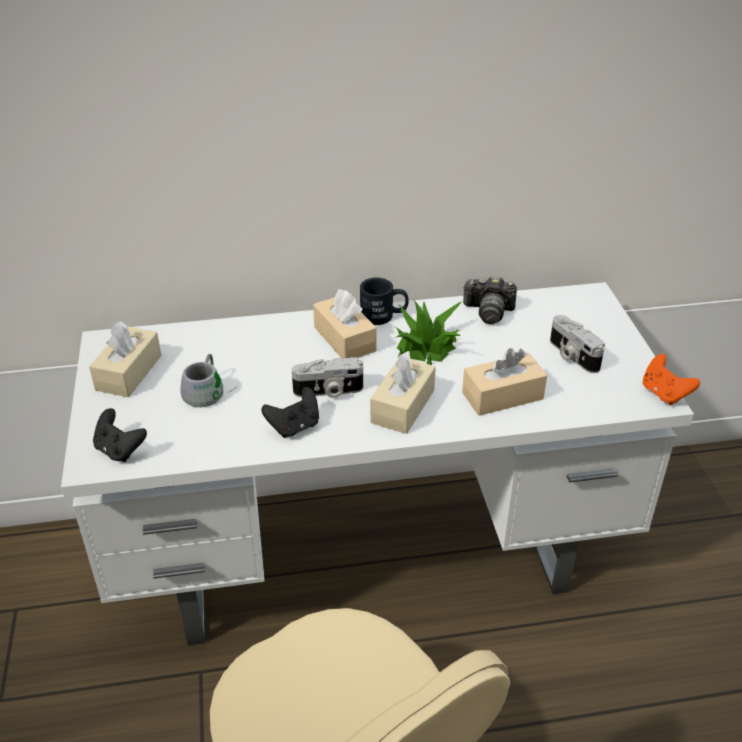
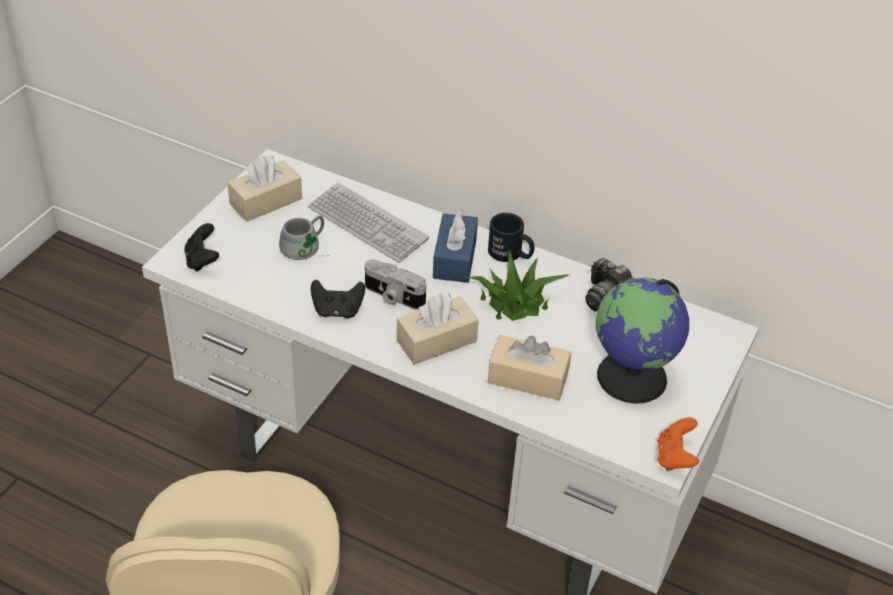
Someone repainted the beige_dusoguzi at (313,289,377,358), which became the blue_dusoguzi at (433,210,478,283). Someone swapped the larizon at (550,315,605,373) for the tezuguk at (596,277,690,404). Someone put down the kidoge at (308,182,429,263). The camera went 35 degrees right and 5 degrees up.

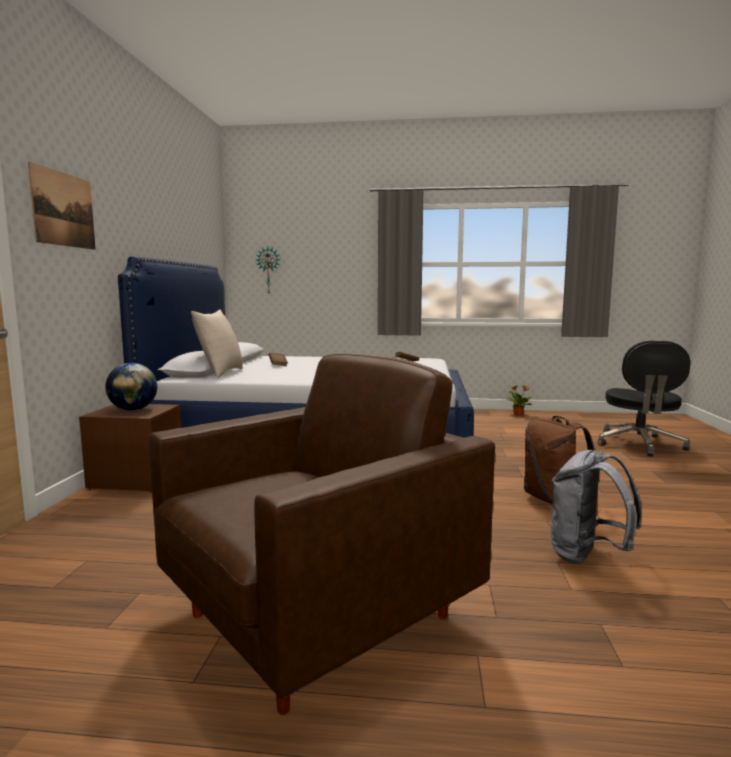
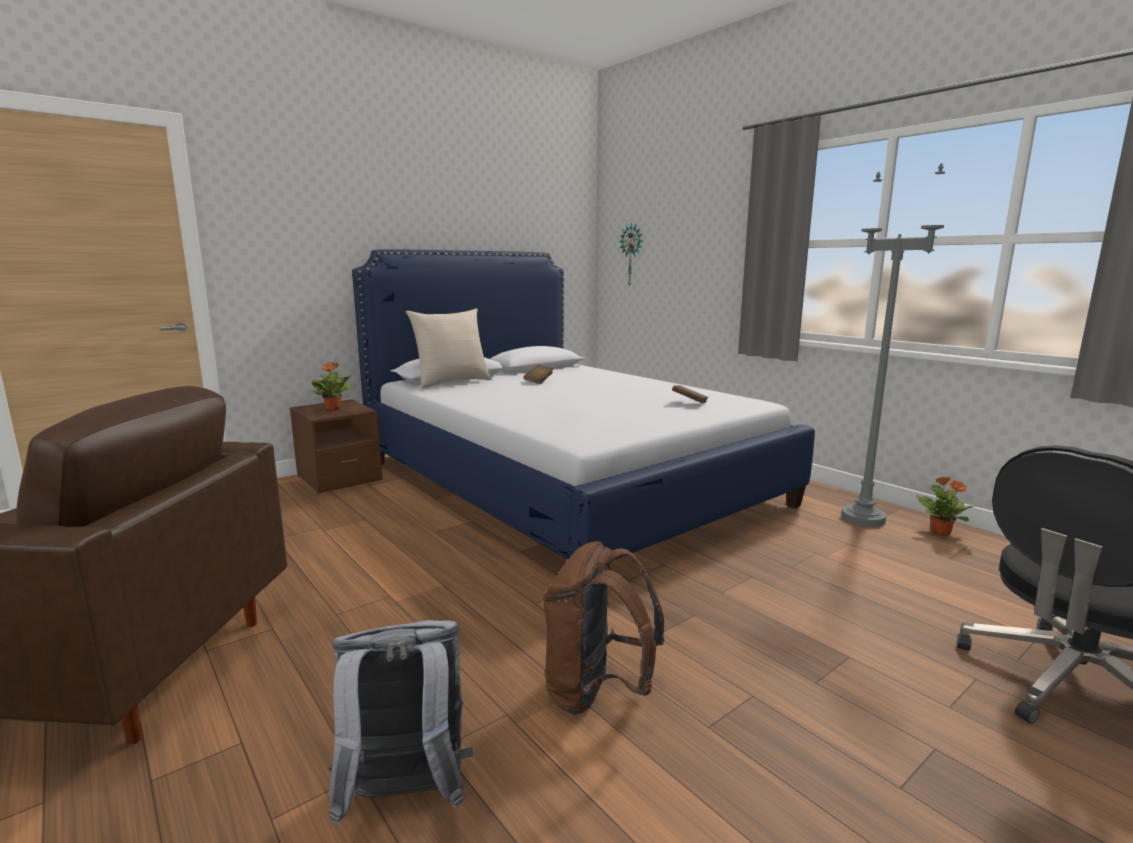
Someone took away the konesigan at (28,162,96,250). Someone swapped the tezuguk at (105,363,157,411) for the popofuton at (311,362,352,411). Someone put down the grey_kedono at (841,163,945,527). The camera went 45 degrees right and 5 degrees up.

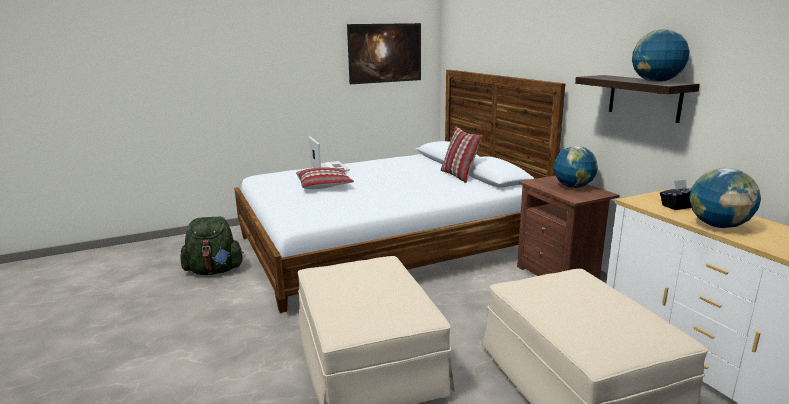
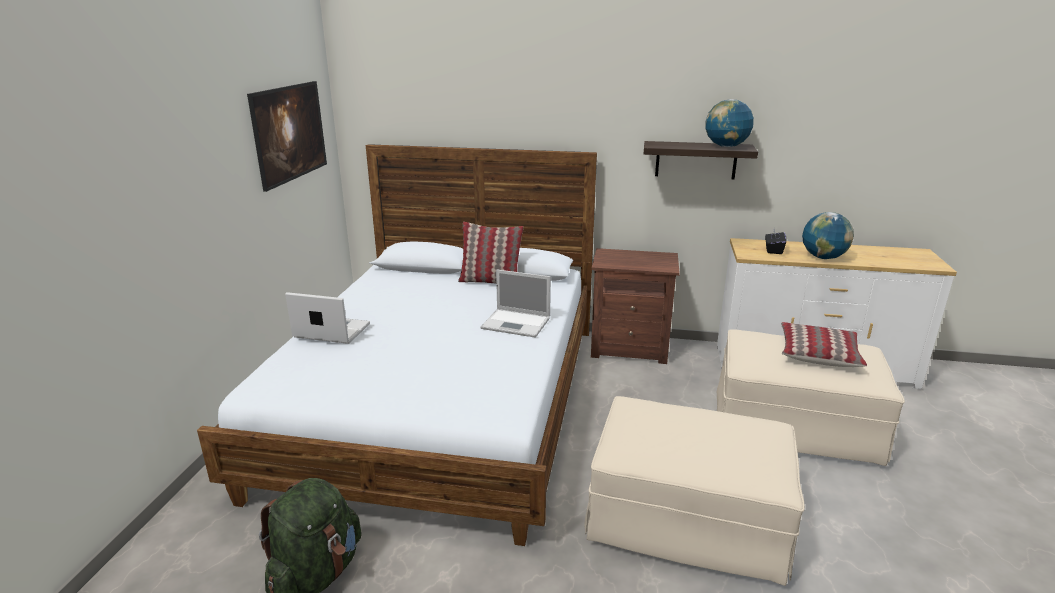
Someone took away the tezuguk at (554,146,598,188). Someone carried the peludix from (296,167,354,189) to (781,322,867,367). Someone put down the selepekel at (480,270,551,338). The camera went 55 degrees left and 5 degrees up.

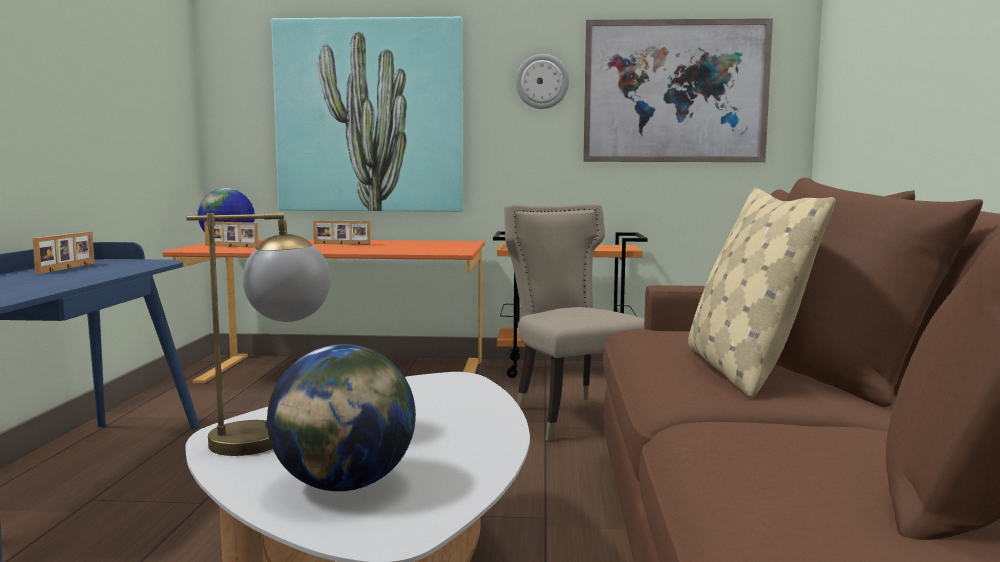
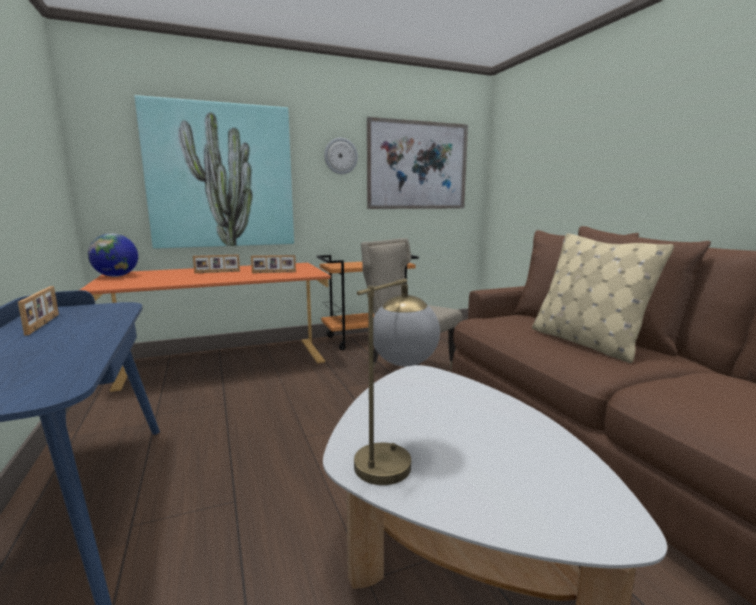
Someone carried the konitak from (204,221,259,248) to (251,255,296,273). Someone took away the tezuguk at (267,344,416,491). The camera went 25 degrees left and 5 degrees up.

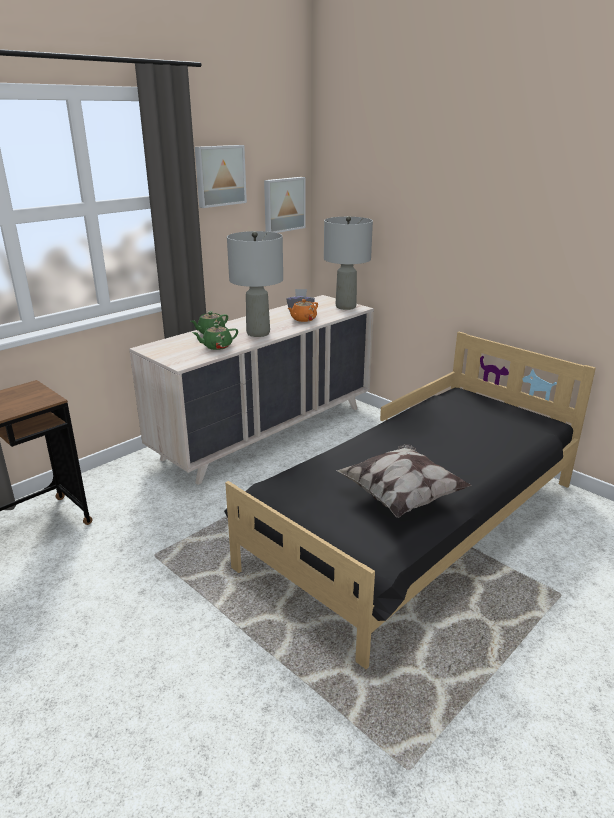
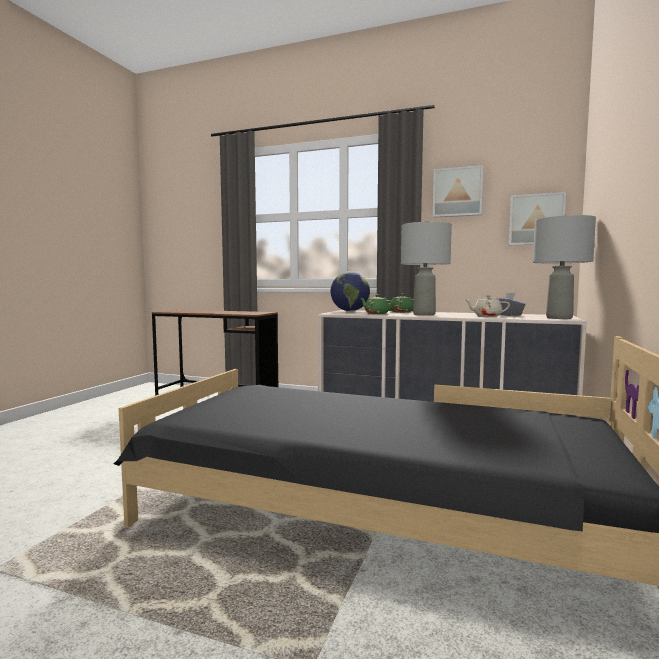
Someone repainted the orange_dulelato at (288,299,318,322), which became the beige_dulelato at (464,295,510,317). Someone took away the peludix at (336,444,471,518). Someone put down the tezuguk at (331,271,370,311). The camera went 65 degrees right and 20 degrees down.

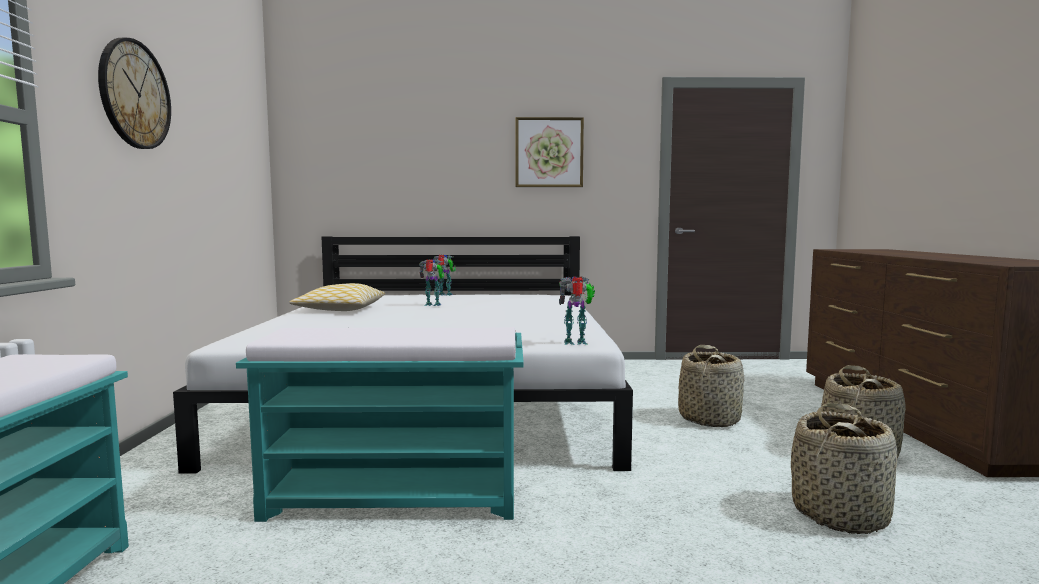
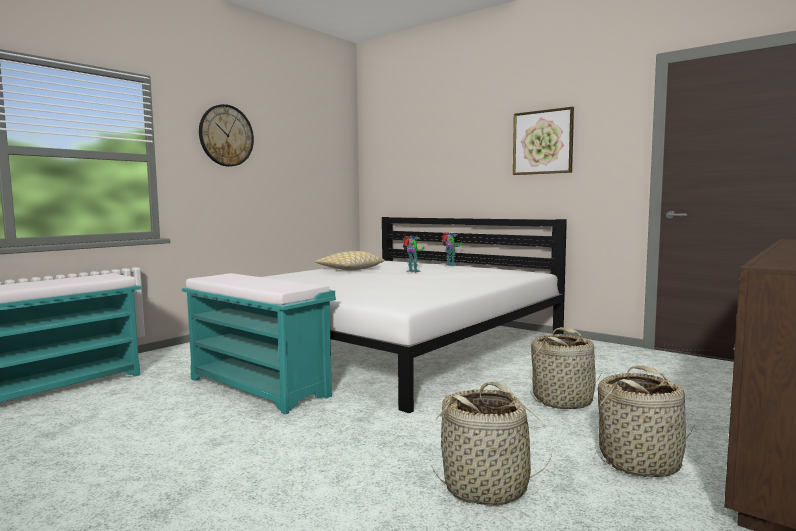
Someone took away the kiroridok at (559,276,595,345). The camera went 40 degrees right and 0 degrees up.

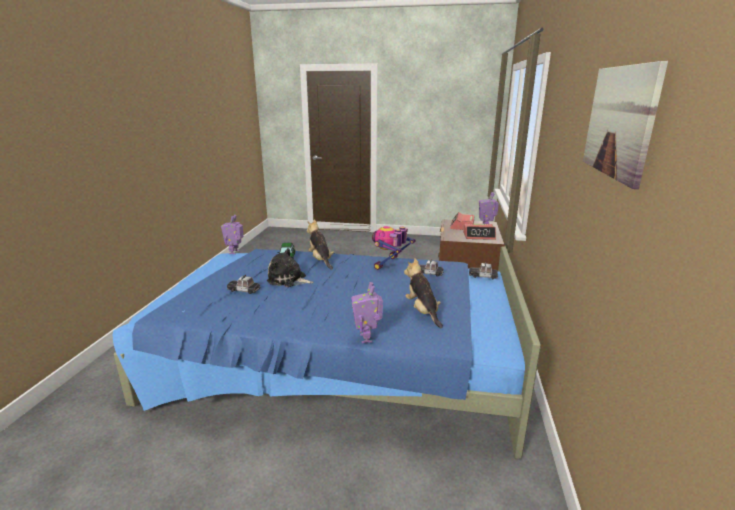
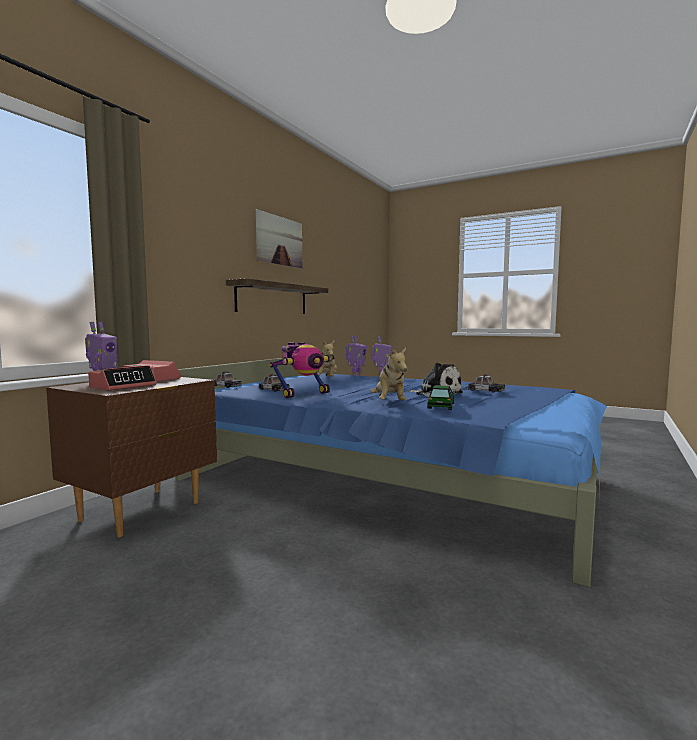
Someone carried the kiroridok from (221,215,244,254) to (346,336,367,376). Someone put up the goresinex at (226,278,328,314). The camera went 160 degrees left and 15 degrees down.

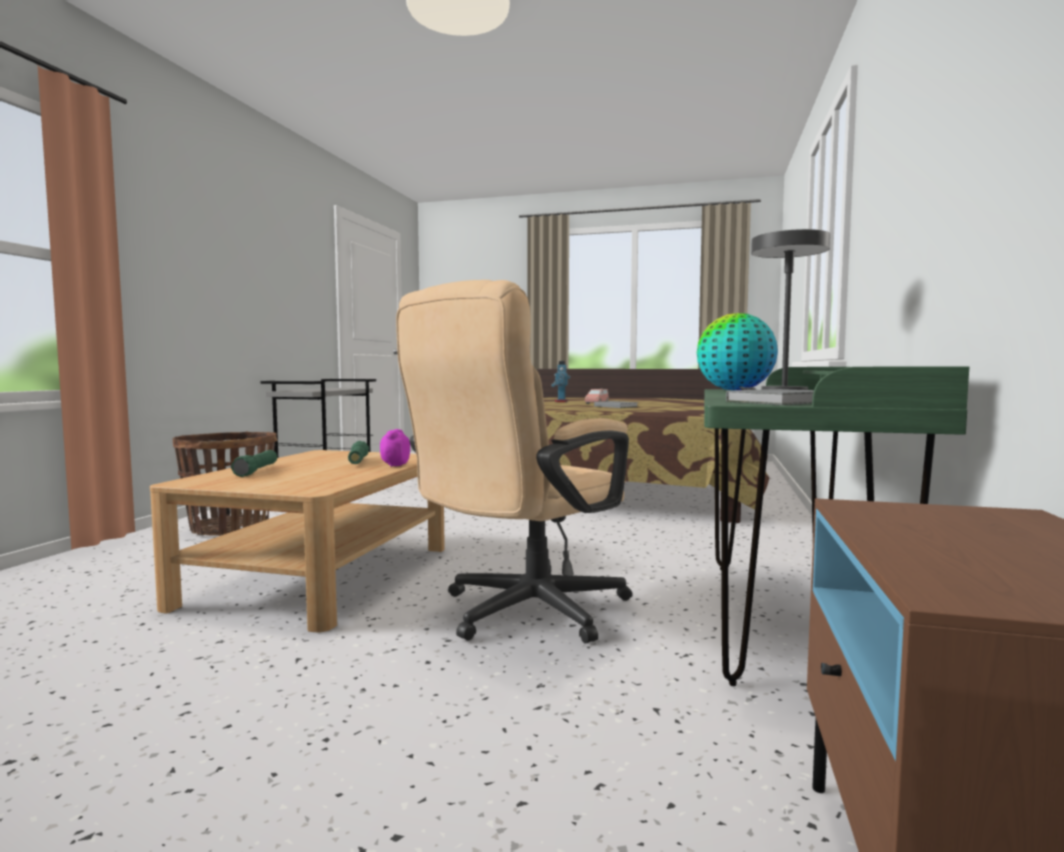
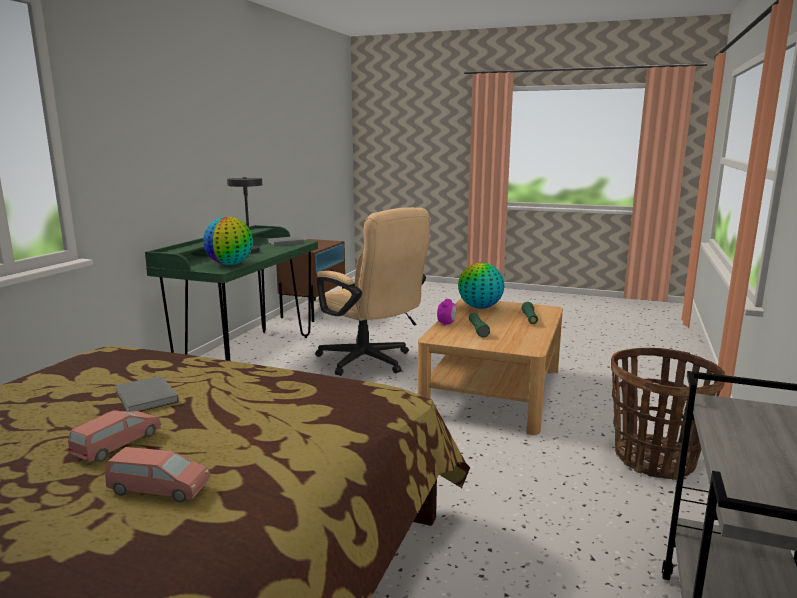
Someone rotated the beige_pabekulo at (396,280,632,644) by 90 degrees clockwise. Someone swapped the kiroridok at (551,361,570,402) for the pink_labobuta at (105,447,211,503). Someone put down the tezuguk at (458,263,505,309). The camera went 175 degrees left and 10 degrees up.

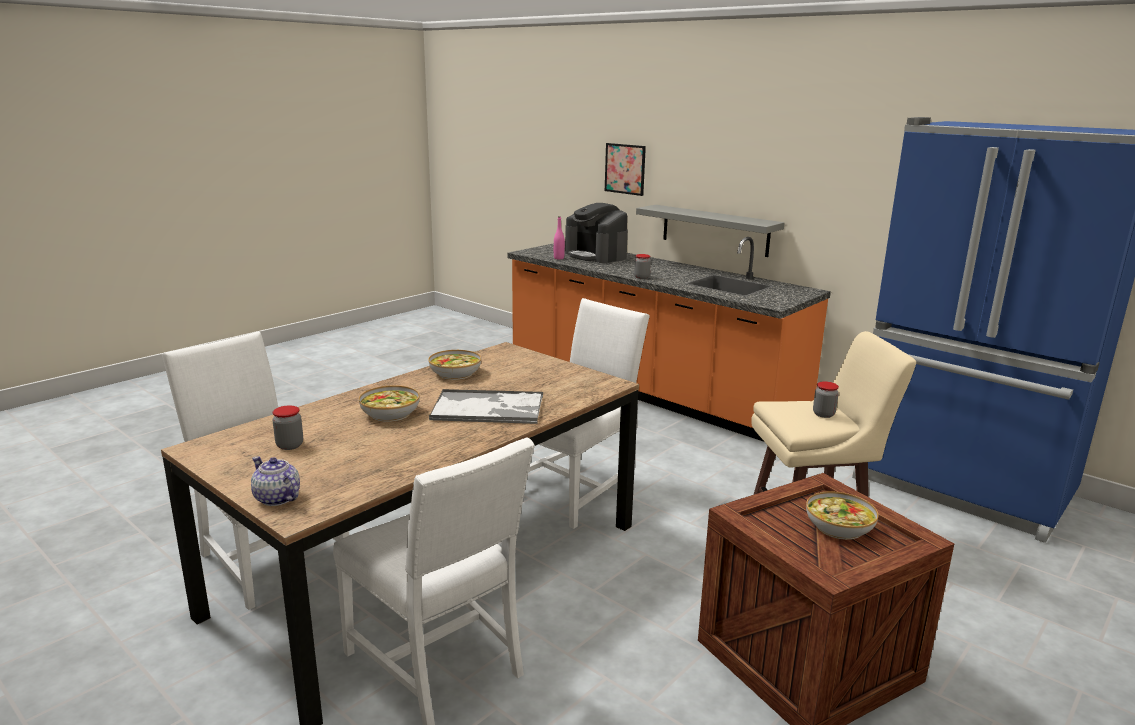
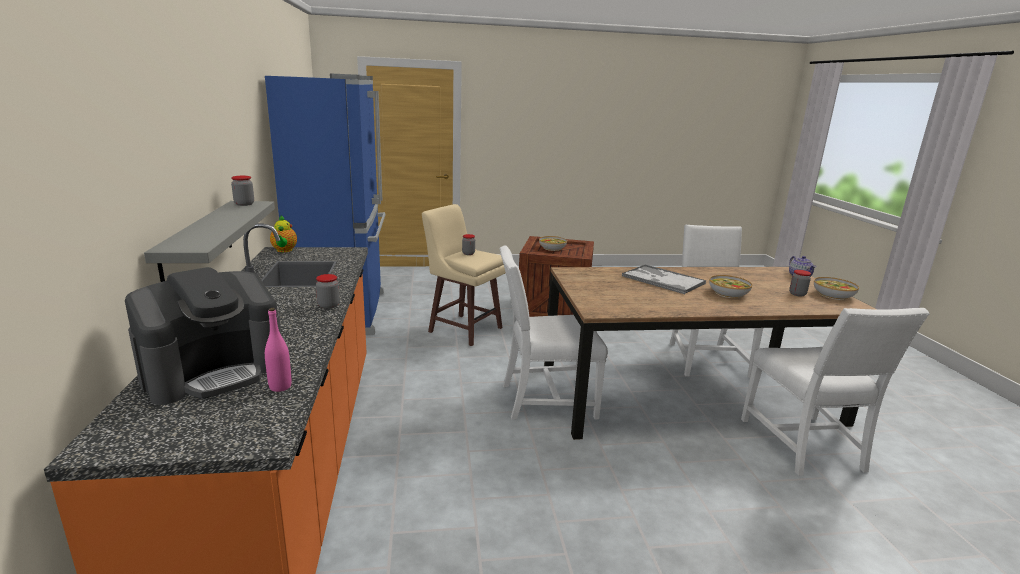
Someone took away the konesigan at (605,143,646,196). Someone rotated the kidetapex at (565,203,628,263) by 45 degrees clockwise. Someone carried the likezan from (428,350,481,380) to (814,277,859,300). Someone put down the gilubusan at (231,176,254,206). Someone put down the dulelato at (270,215,297,252). The camera went 140 degrees left and 0 degrees up.

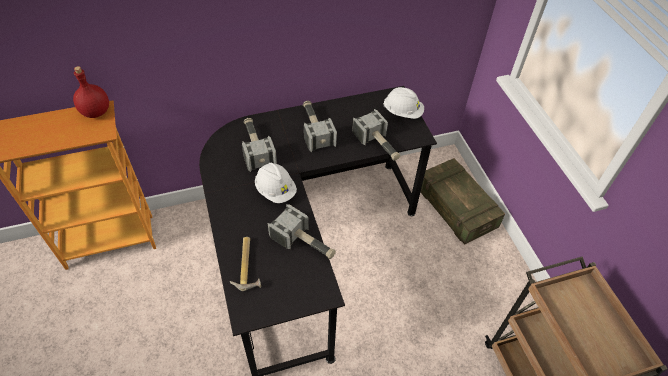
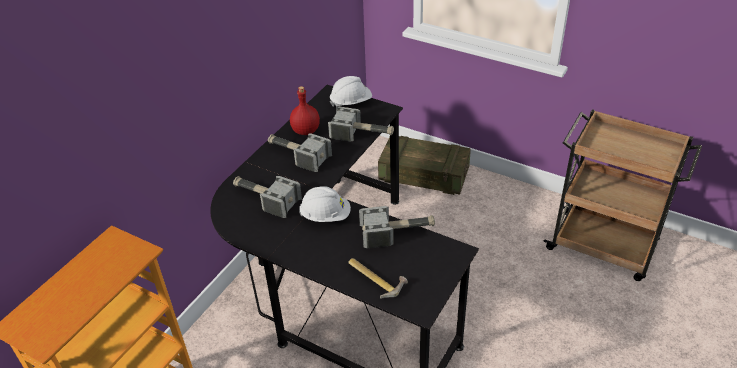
Someone carried the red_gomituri from (73,66,109,118) to (290,86,320,135). The camera went 40 degrees left and 10 degrees down.

